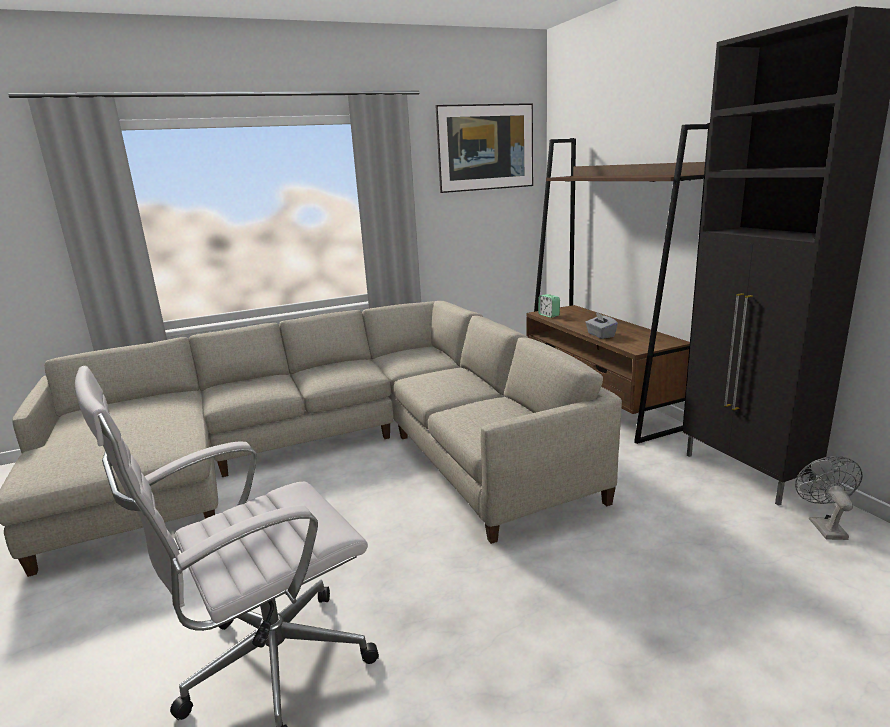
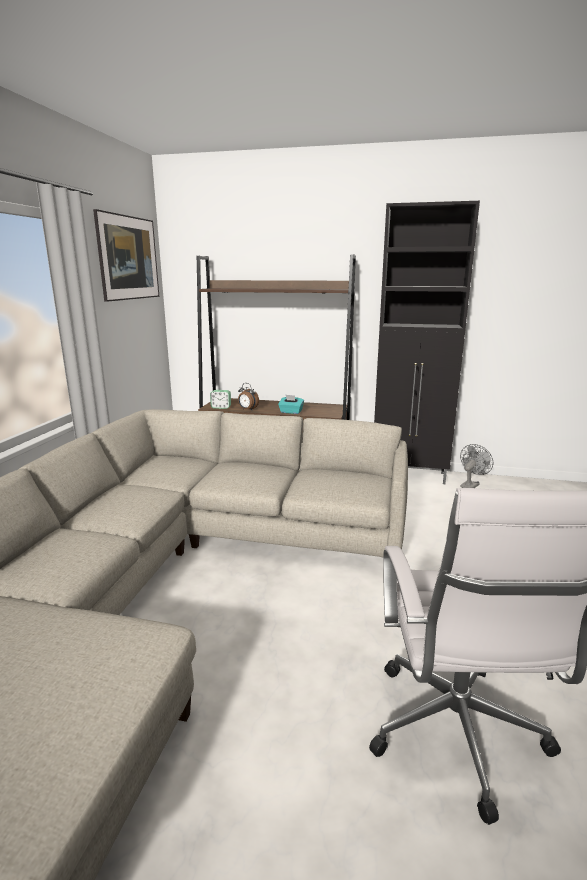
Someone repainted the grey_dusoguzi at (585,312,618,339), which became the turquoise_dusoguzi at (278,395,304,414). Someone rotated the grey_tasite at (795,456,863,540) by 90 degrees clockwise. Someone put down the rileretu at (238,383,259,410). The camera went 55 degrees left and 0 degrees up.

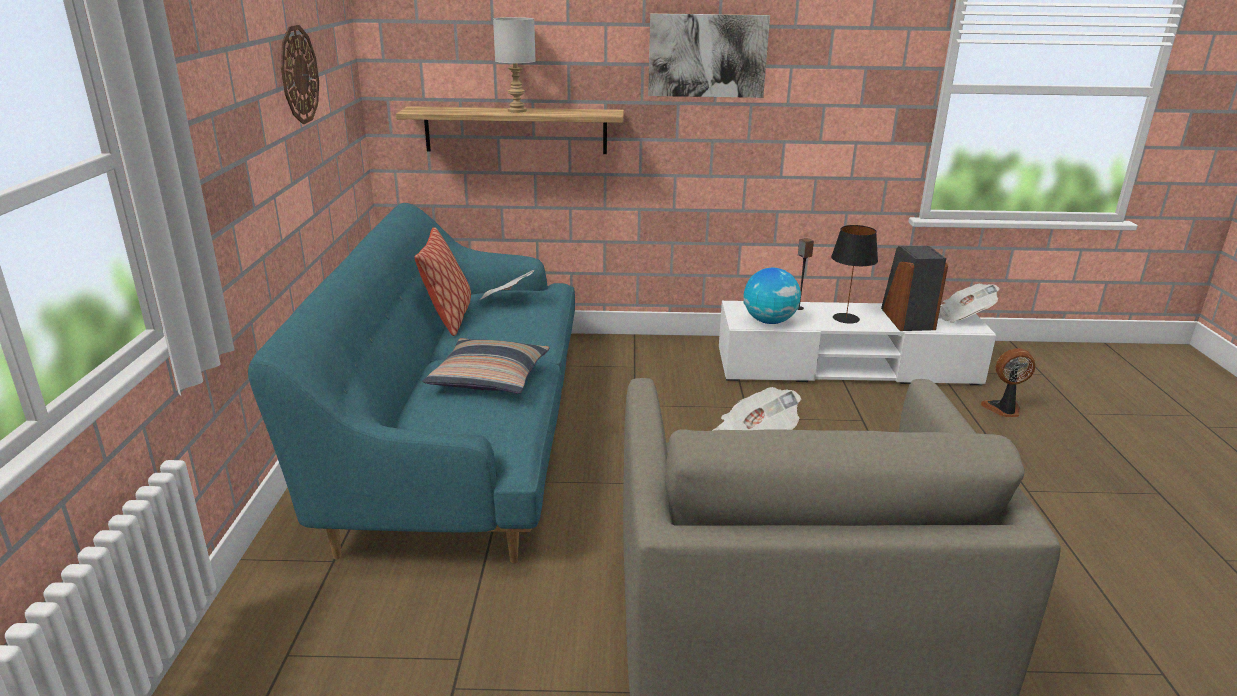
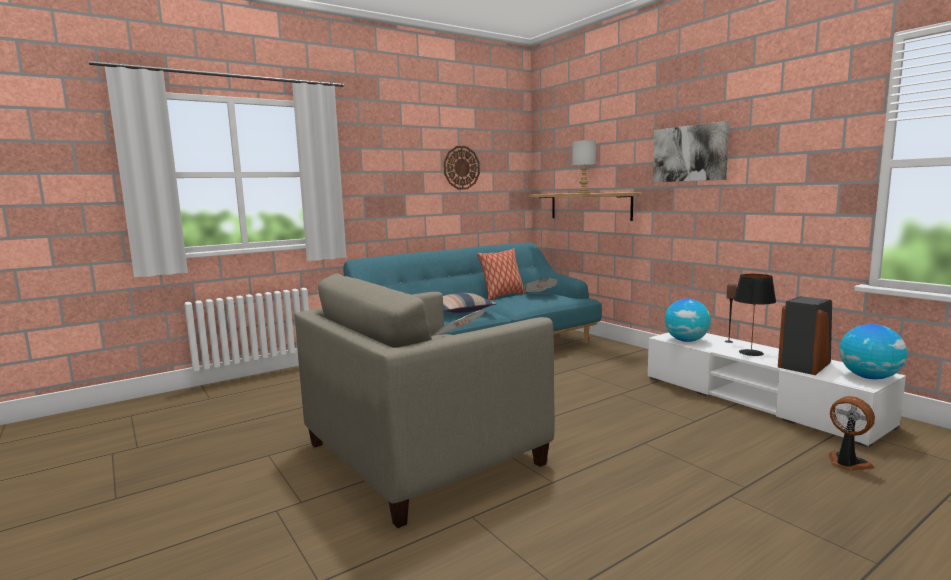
Someone swapped the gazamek at (938,284,1000,323) for the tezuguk at (839,324,907,379). The camera went 55 degrees right and 15 degrees down.

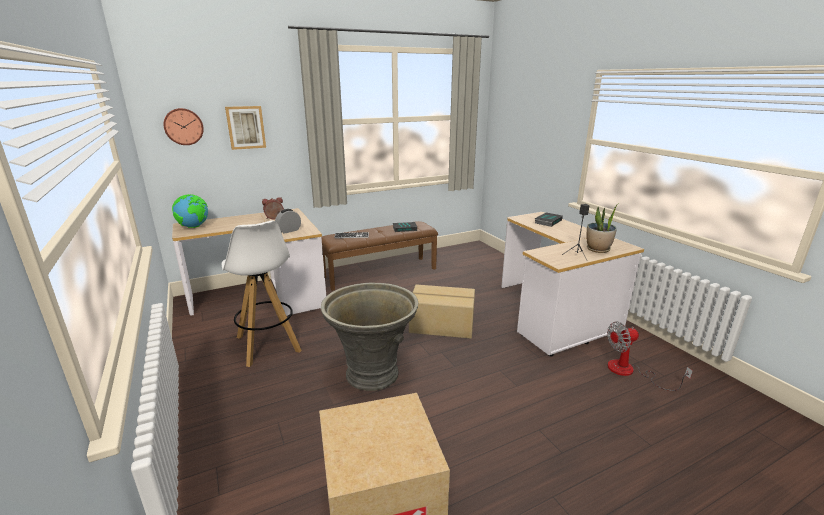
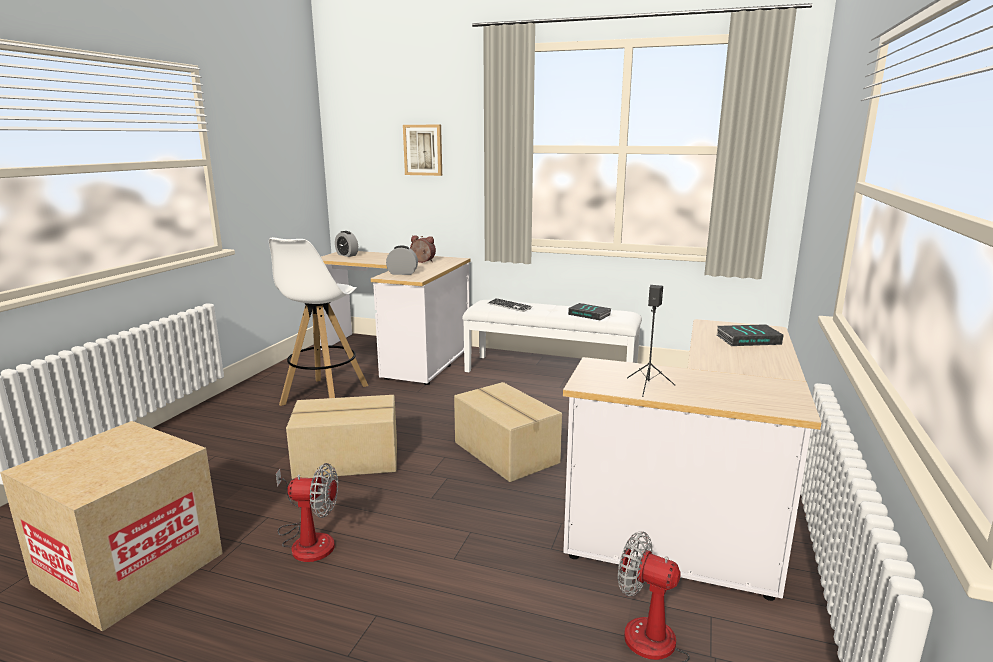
Someone took away the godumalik at (163,108,204,145). Someone swapped the tezuguk at (172,194,208,228) for the rileretu at (335,231,358,257). Someone took away the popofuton at (586,203,619,253). Someone repainted the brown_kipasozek at (321,221,438,291), which became the white_kipasozek at (462,300,642,372). Someone swapped the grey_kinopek at (321,283,418,391) for the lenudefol at (286,395,397,479). Someone put down the tasite at (276,463,338,562). The camera went 45 degrees right and 5 degrees down.

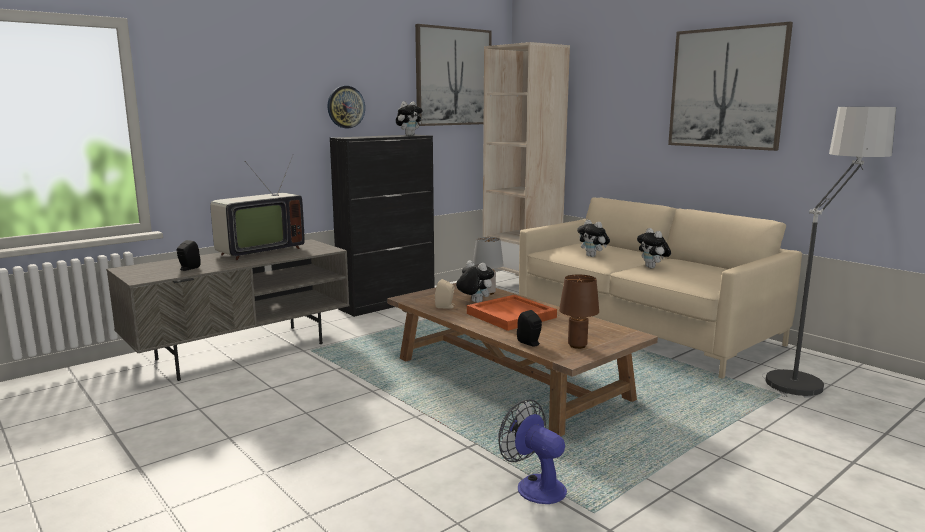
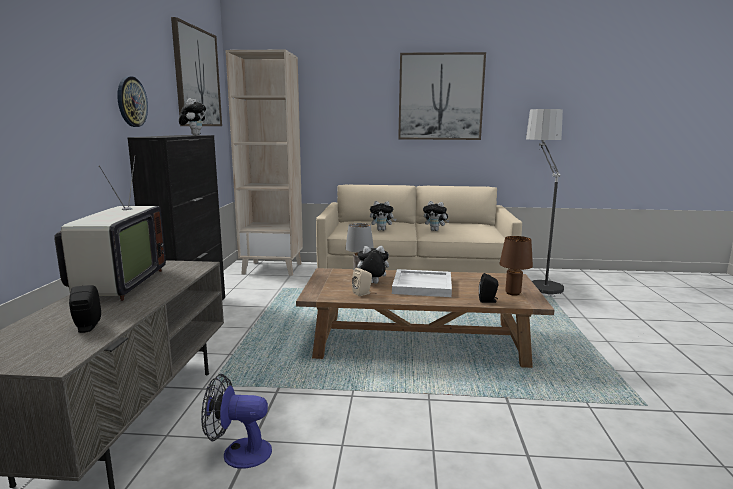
Someone repainted the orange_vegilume at (467,295,557,331), which became the white_vegilume at (392,269,452,297). Someone carried the tasite from (498,399,567,504) to (201,374,272,469). The camera went 45 degrees left and 0 degrees up.

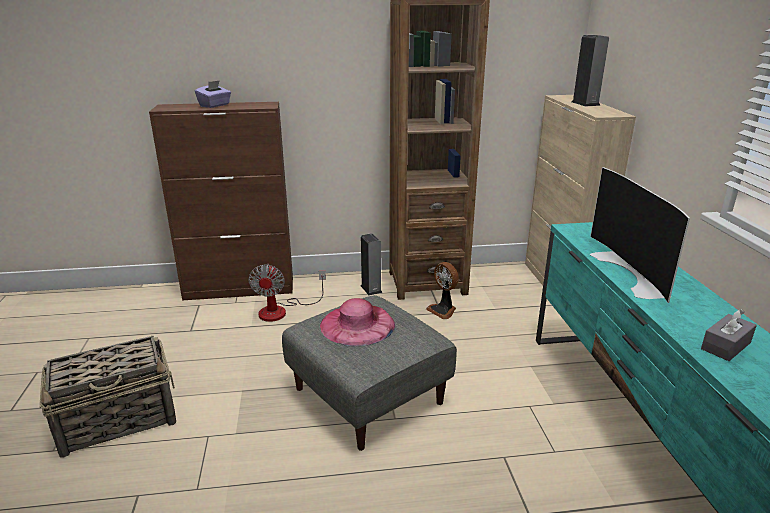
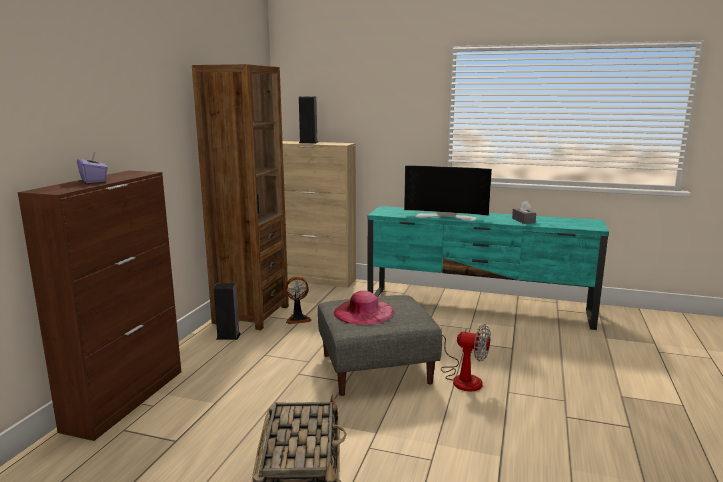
Someone carried the tasite from (248,264,326,322) to (441,324,491,392). The camera went 65 degrees left and 10 degrees down.

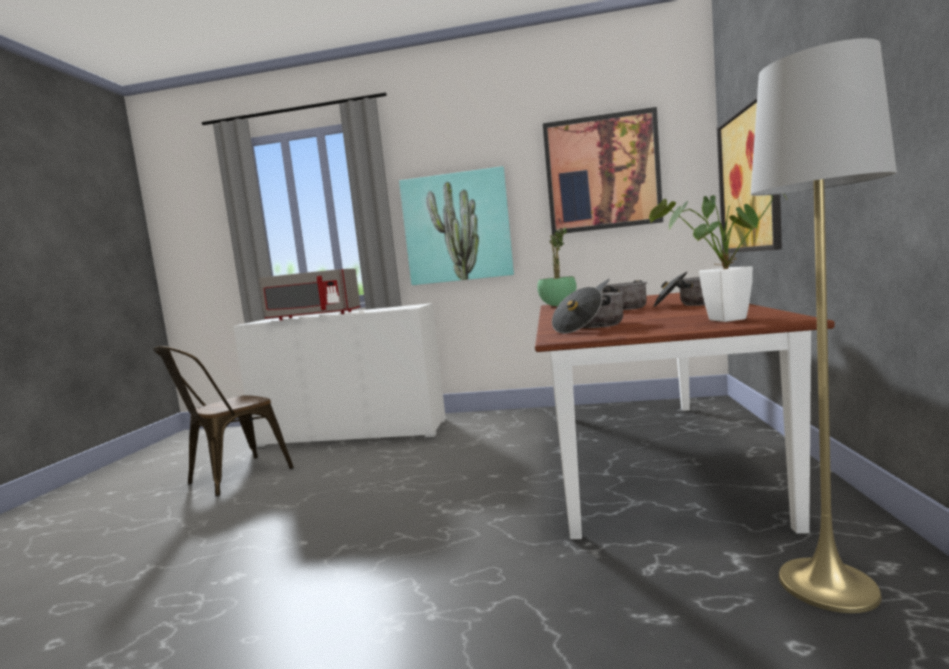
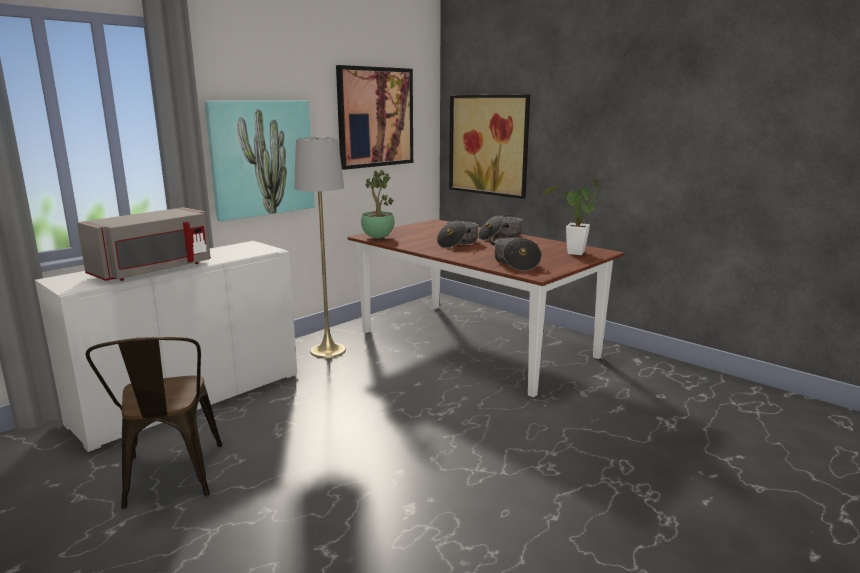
Someone carried the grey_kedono from (751,38,897,613) to (294,137,346,358). The camera went 55 degrees left and 10 degrees up.

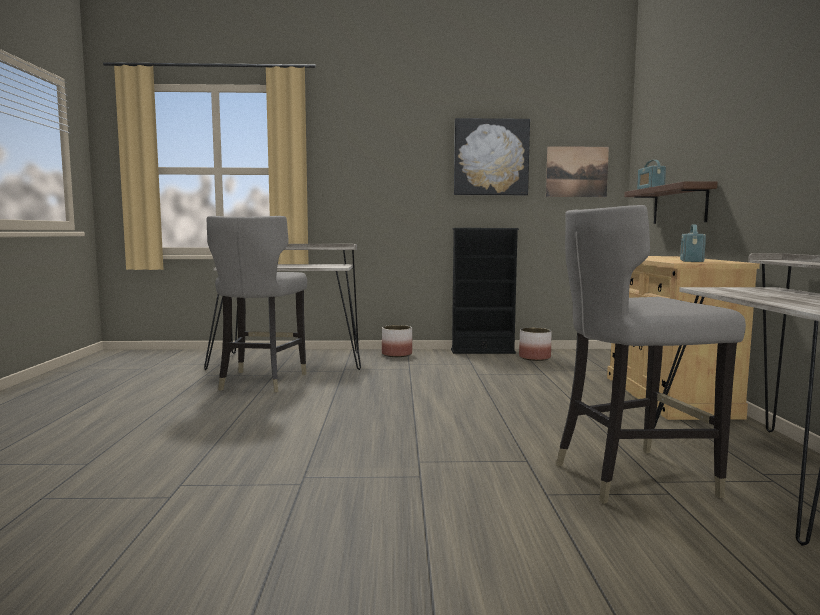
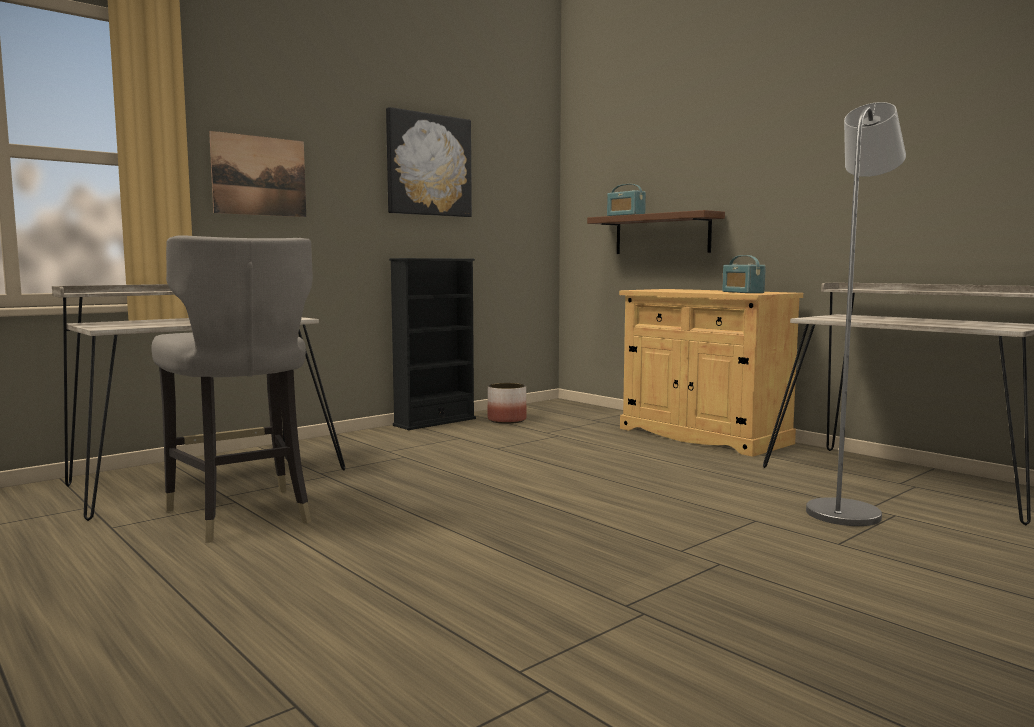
Someone carried the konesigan from (546,146,609,197) to (209,131,306,217). Someone swapped the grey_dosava at (556,205,746,504) for the grey_kedono at (806,102,906,526). Someone took away the kinopek at (382,325,412,357). The camera went 40 degrees left and 0 degrees up.

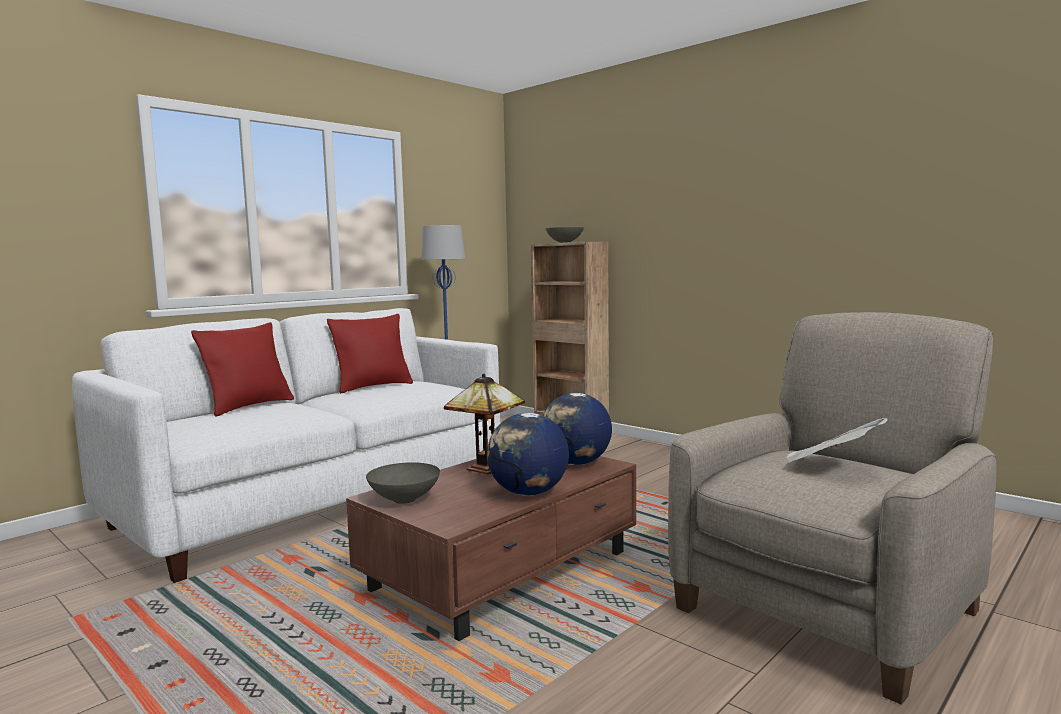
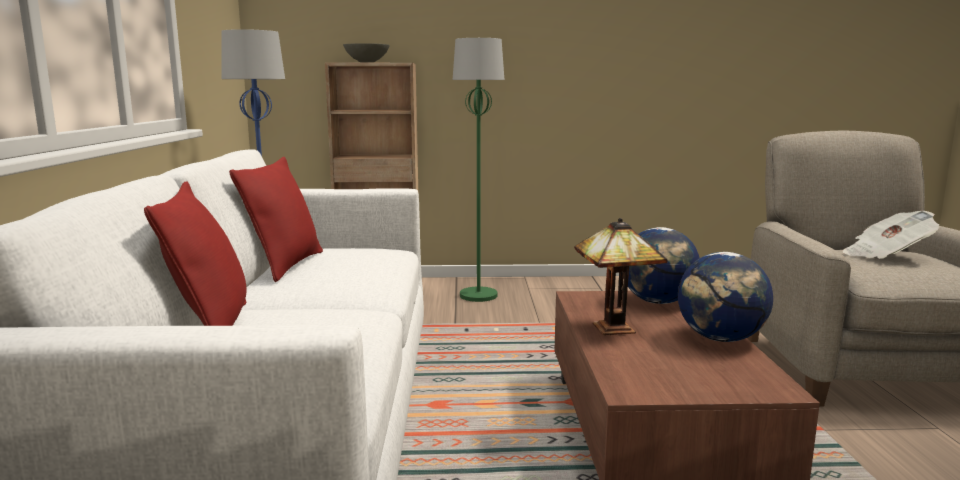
Someone took away the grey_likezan at (366,462,440,504). Someone put down the green_kedono at (453,38,504,302). The camera went 45 degrees left and 5 degrees up.

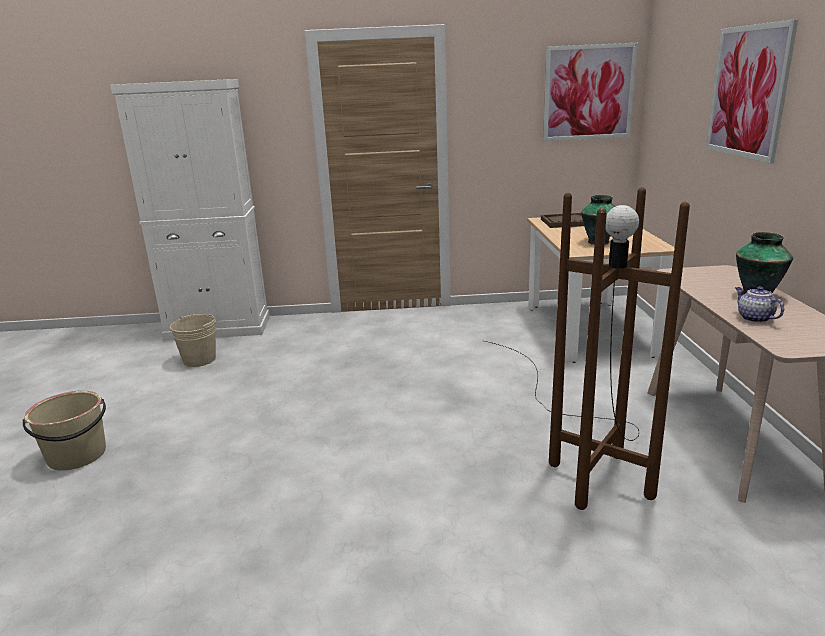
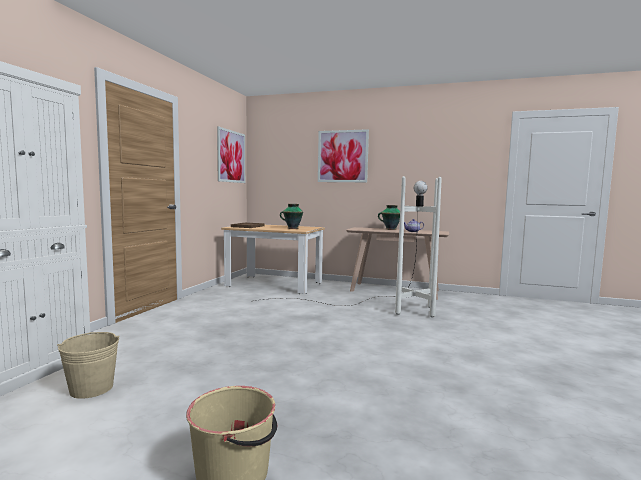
Someone repainted the brown_kedono at (484,187,690,510), which became the white_kedono at (254,176,442,318). The camera went 70 degrees left and 15 degrees down.

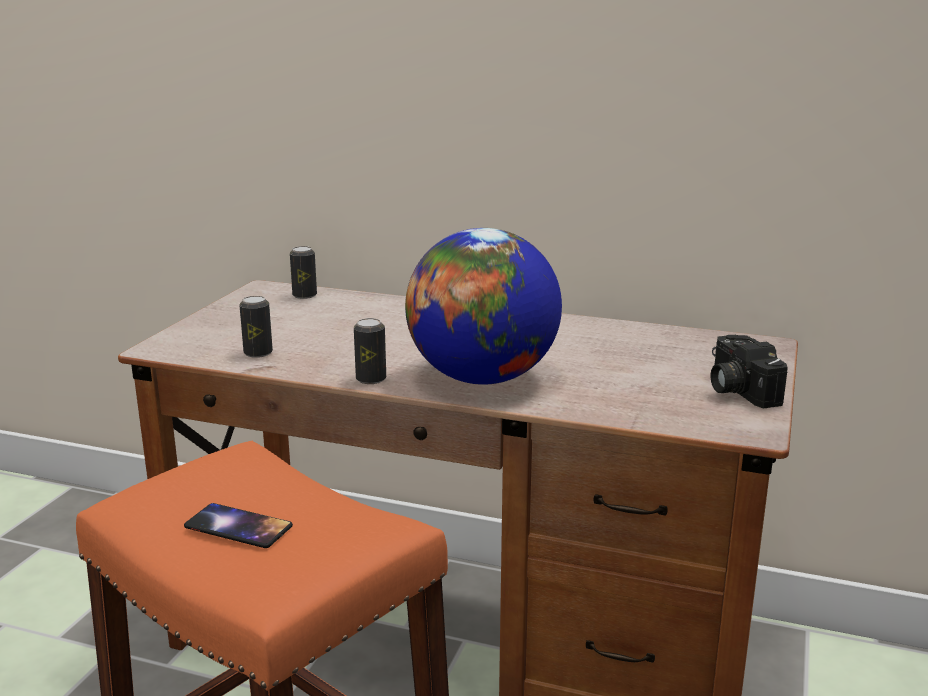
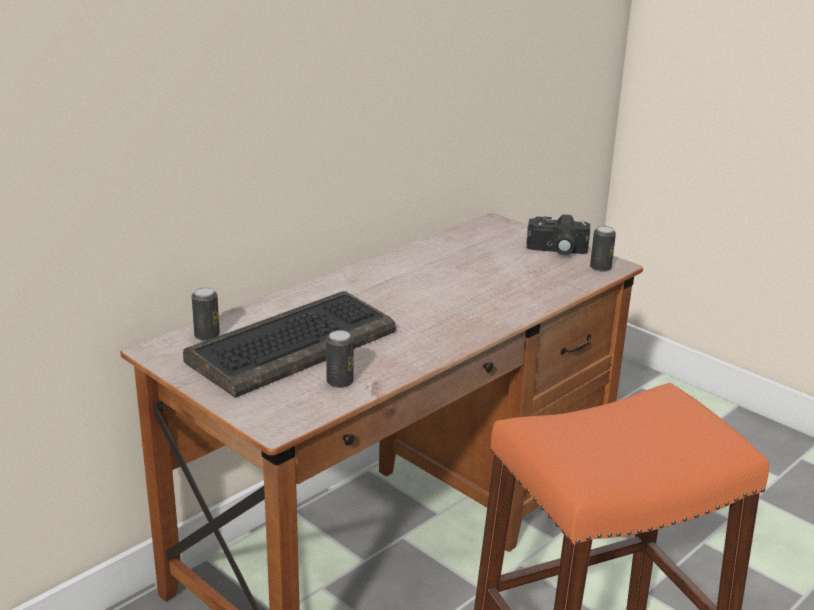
Someone took away the tezuguk at (405,228,562,385). Someone carried the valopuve from (354,318,386,384) to (590,226,616,272). Someone took away the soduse at (184,503,293,548). Someone put down the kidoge at (183,291,396,398). The camera went 65 degrees left and 5 degrees up.

